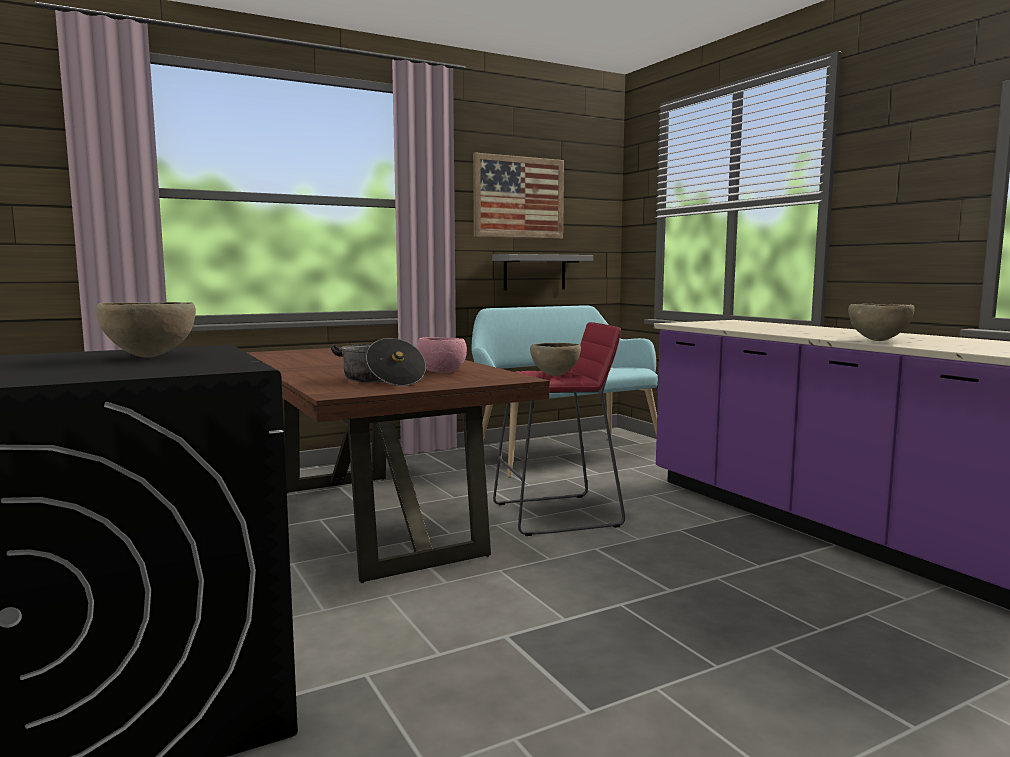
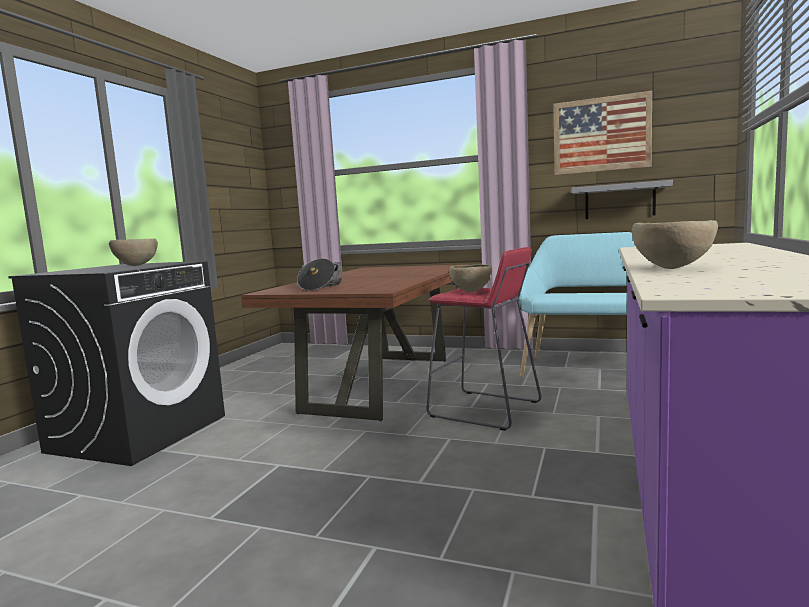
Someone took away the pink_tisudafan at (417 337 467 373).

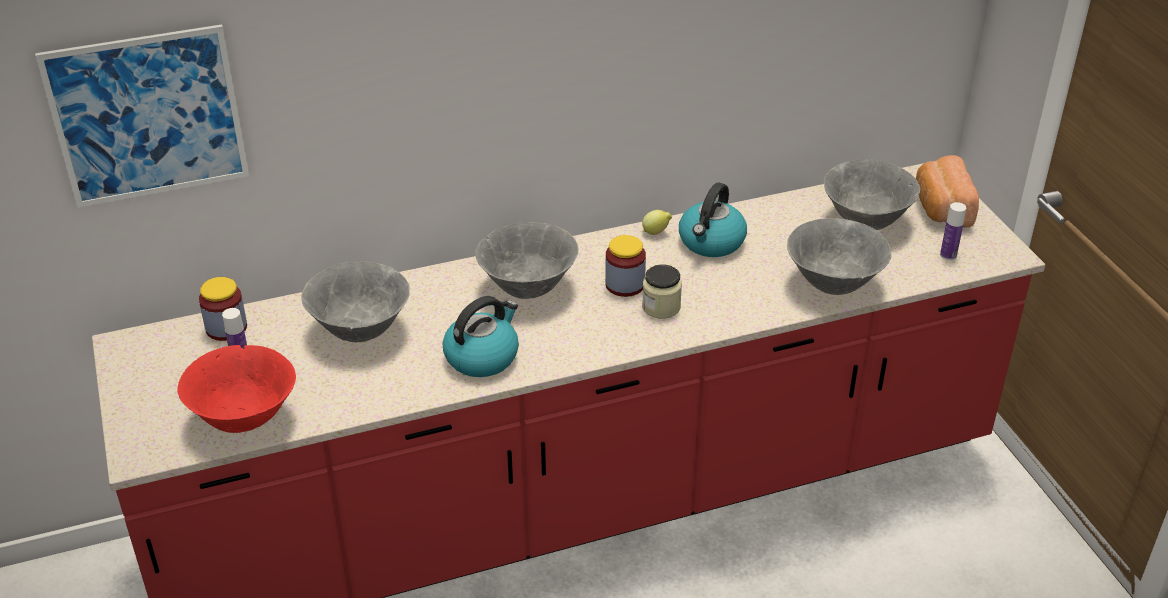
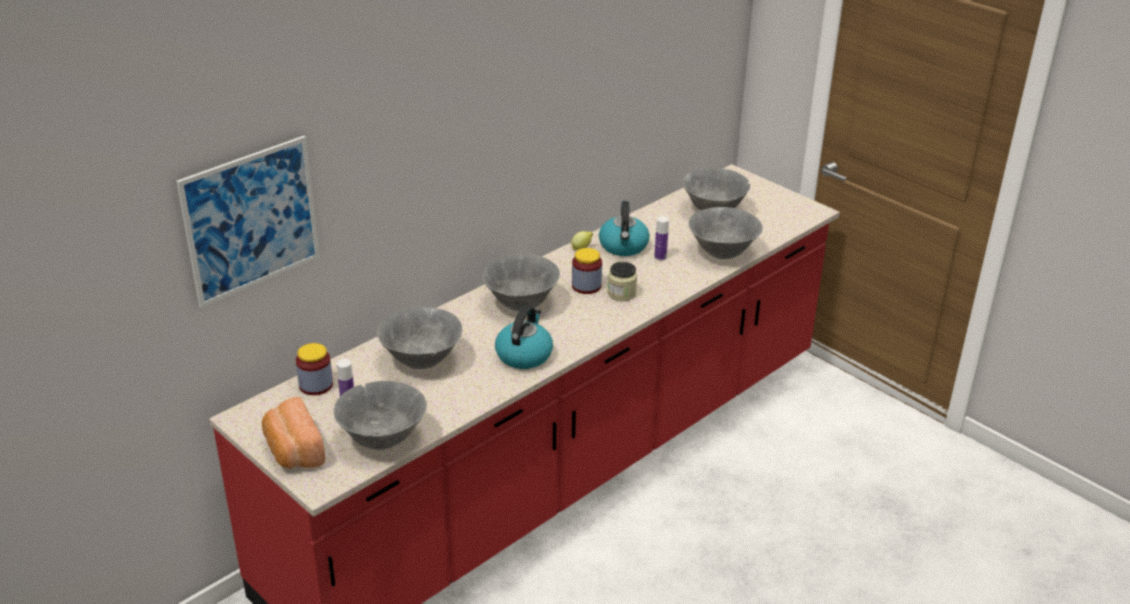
Someone carried the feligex from (916 155 979 228) to (262 397 325 469). Someone repainted the red_tisudafan at (177 345 296 433), which became the grey_tisudafan at (334 381 427 450). Someone carried the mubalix from (940 202 966 260) to (654 217 669 261).

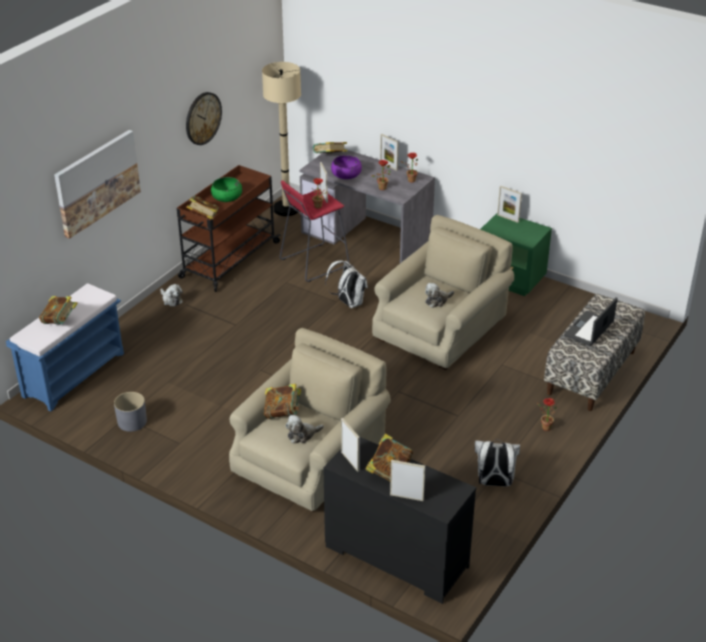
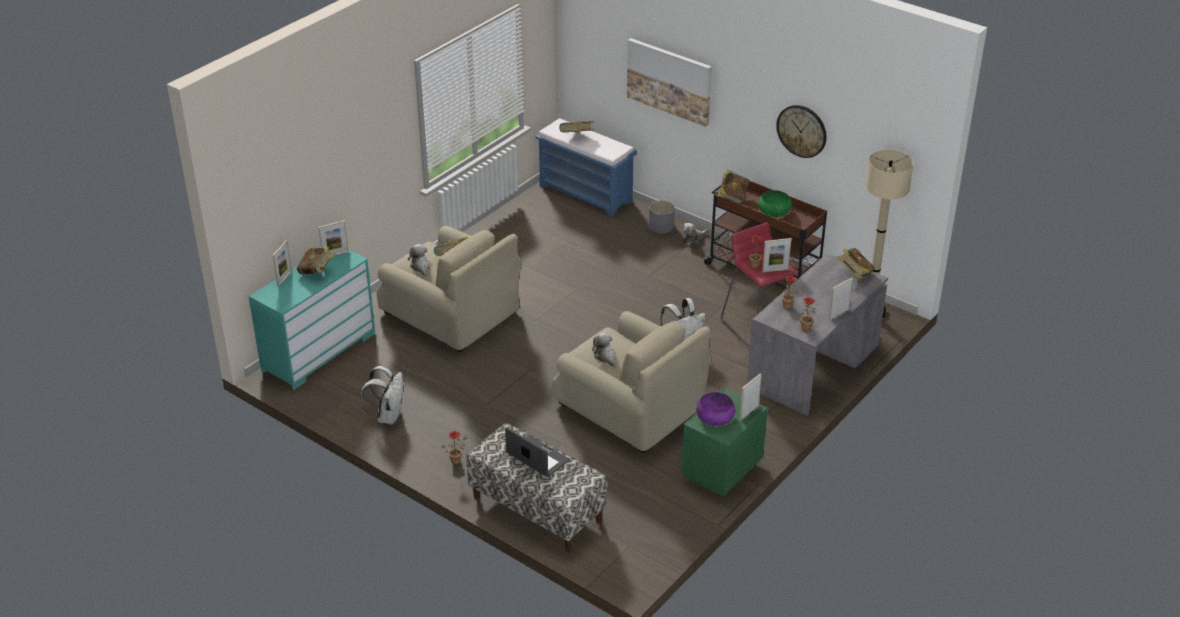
Someone repainted the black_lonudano at (323 437 476 604), which became the turquoise_lonudano at (248 249 375 390). Someone carried the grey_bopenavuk from (114 392 147 432) to (649 200 675 233). Someone carried the purple_tisudafan from (331 155 362 179) to (696 392 735 426).

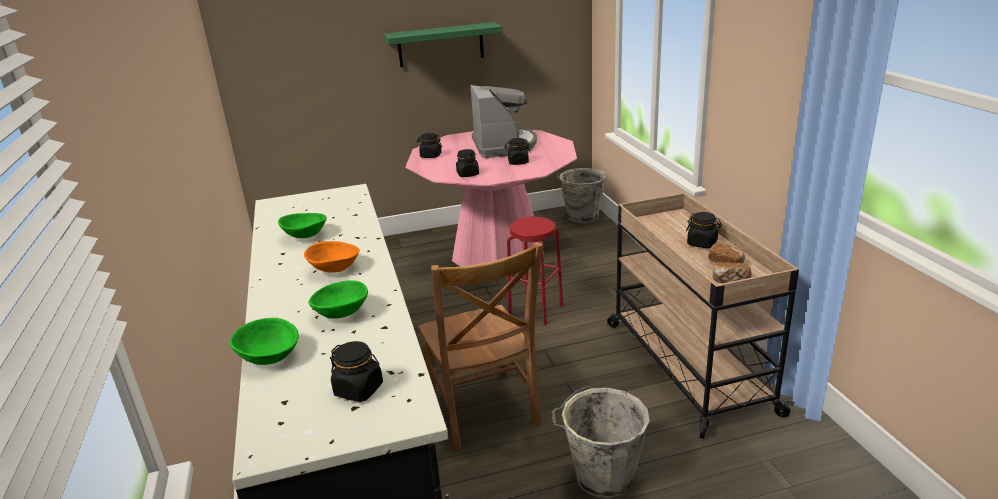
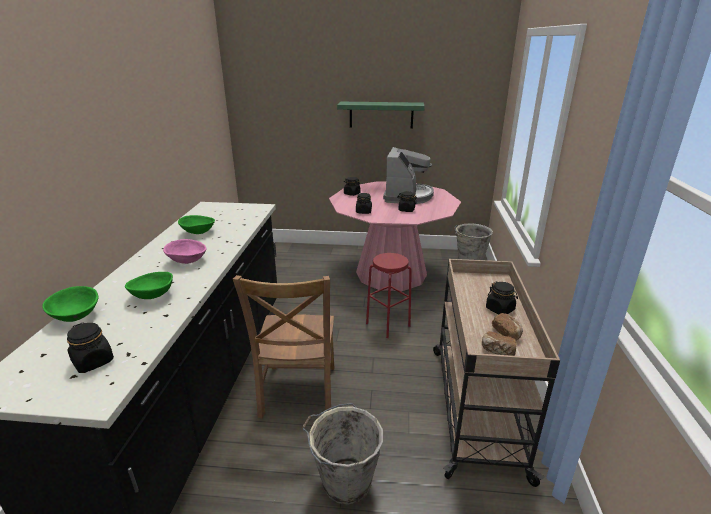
Someone repainted the orange_tisudafan at (304 241 359 273), which became the pink_tisudafan at (163 239 206 264).

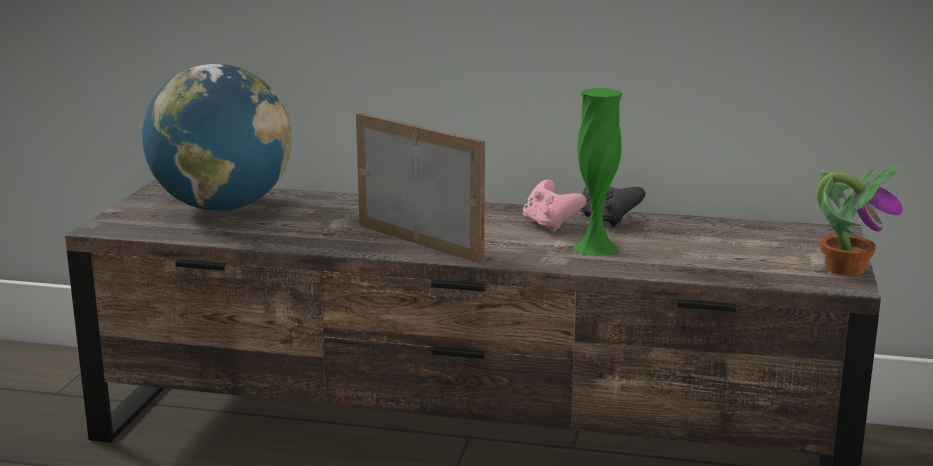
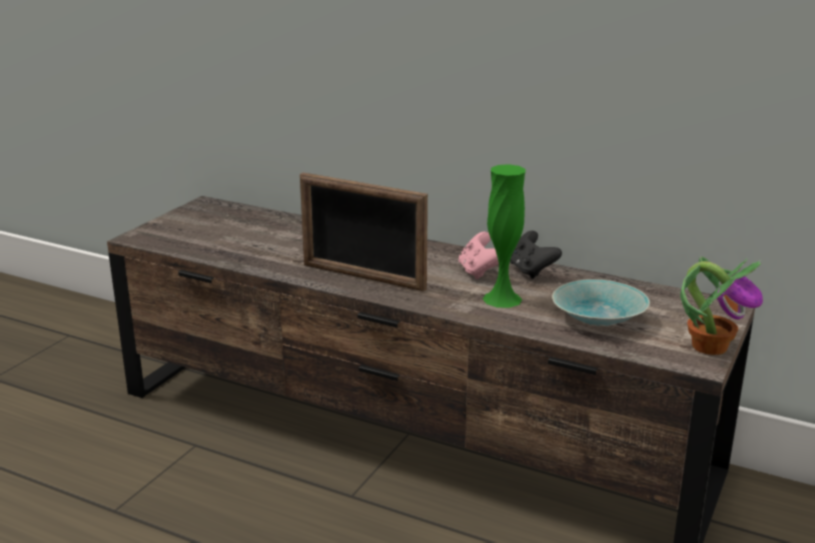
Someone rotated the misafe at (356 113 485 264) by 150 degrees clockwise. Someone put down the turquoise_tisudafan at (552 279 650 326). Someone took away the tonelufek at (142 64 292 211).

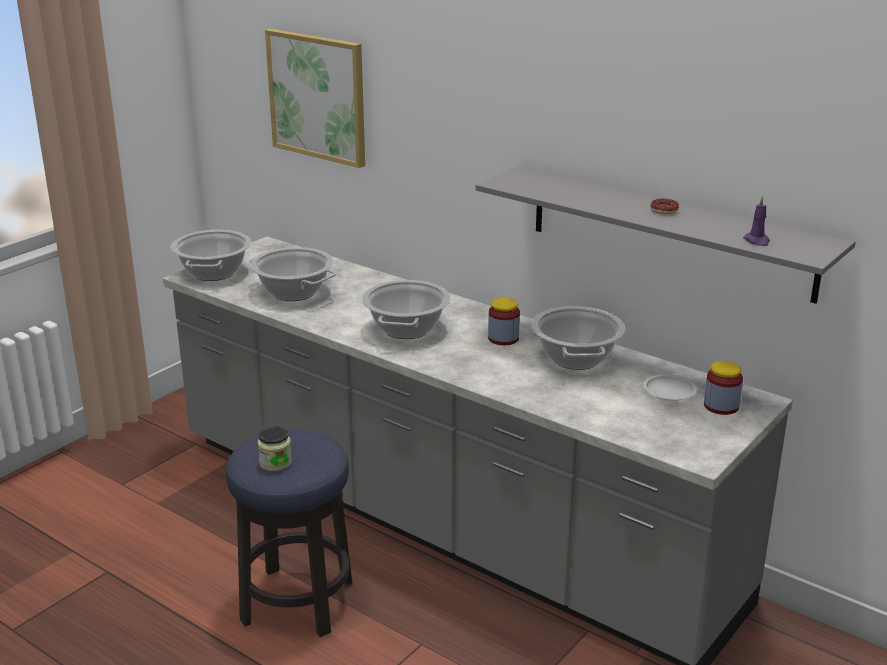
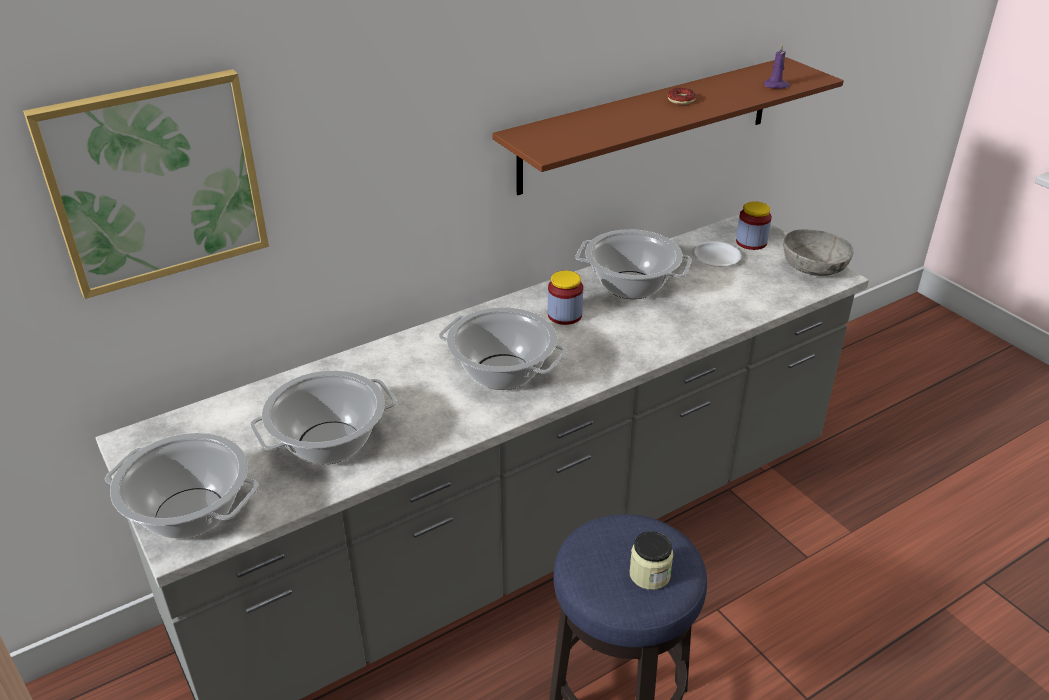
Someone repainted the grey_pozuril at (475 166 856 304), which became the brown_pozuril at (492 57 844 195). Someone put down the grey_tisudafan at (783 229 854 276).

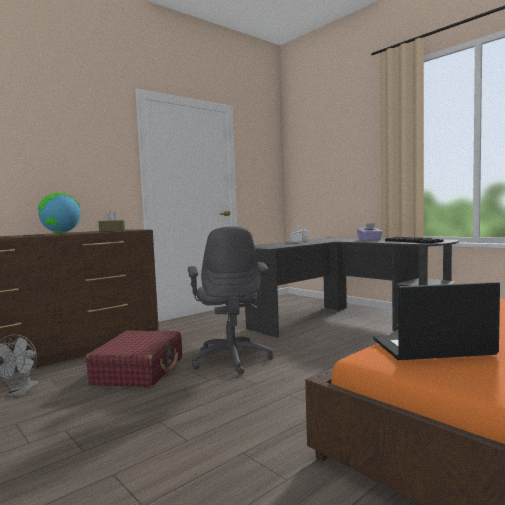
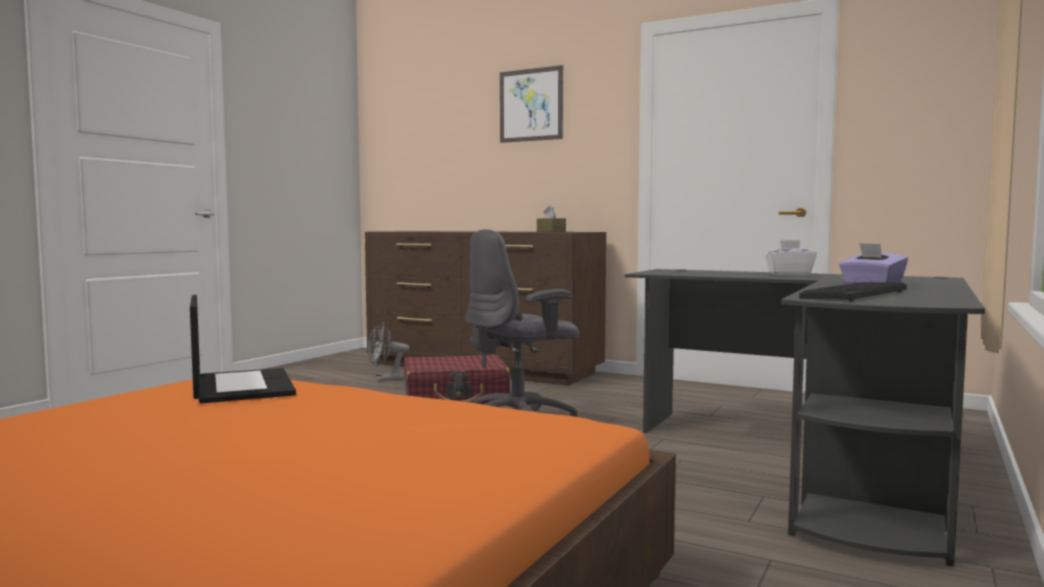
Someone put up the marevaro at (500 65 563 143). Someone took away the tonelufek at (38 193 81 234).

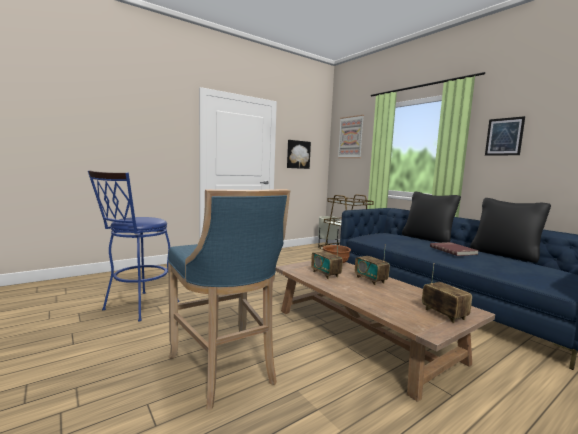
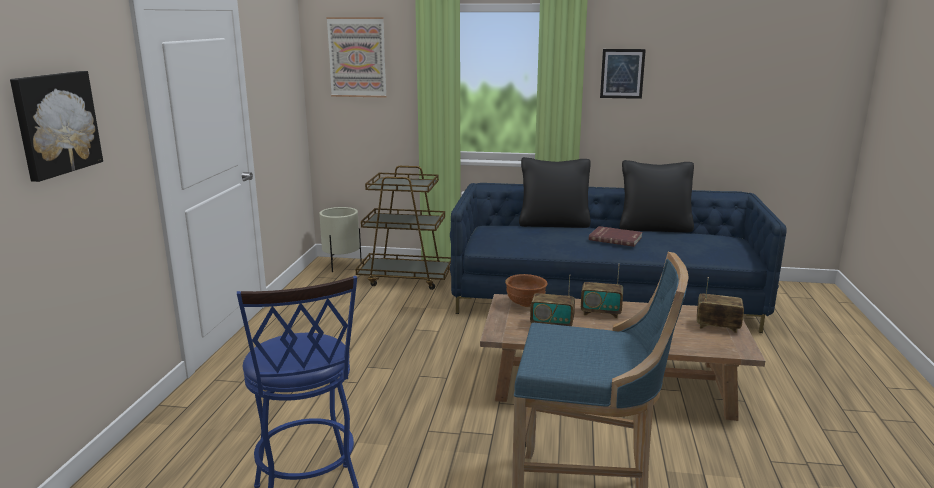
Someone carried the marevaro from (287 140 311 169) to (10 71 103 182).

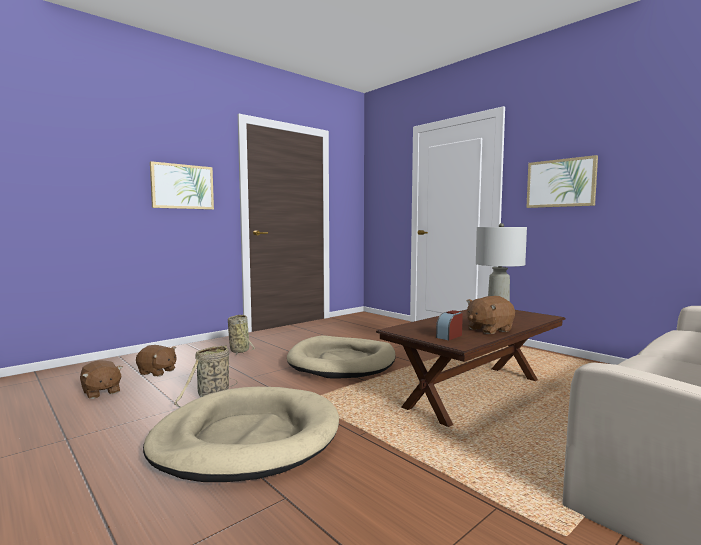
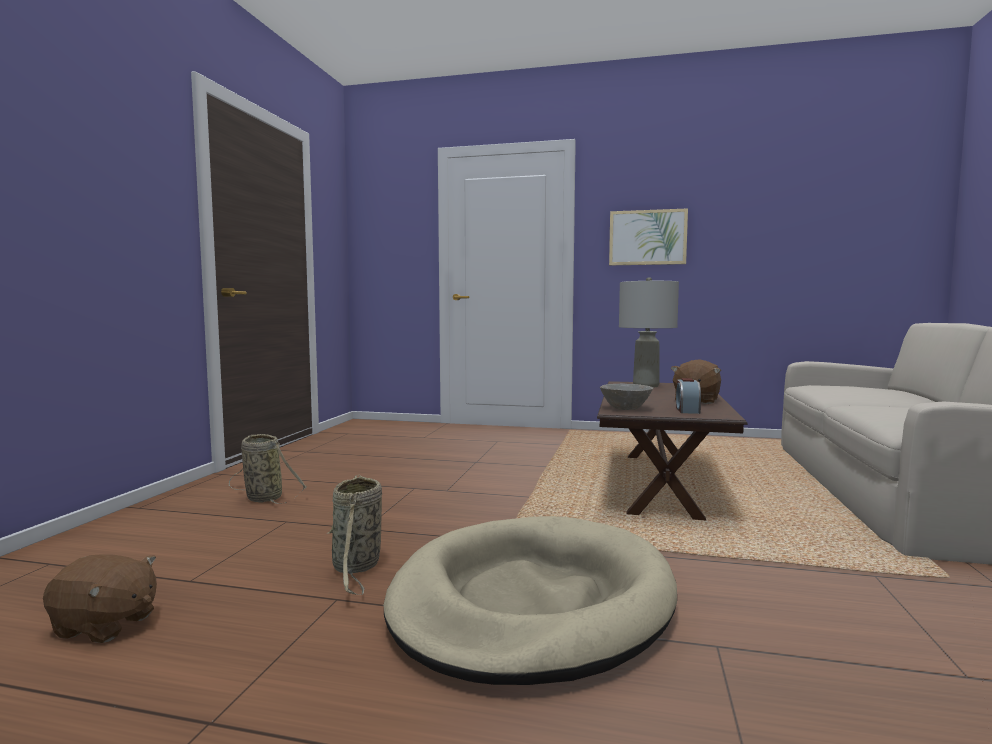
Someone put down the grey_tisudafan at (600 384 653 410). Someone took away the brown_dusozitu at (136 345 176 376). Someone took away the marevaro at (150 161 214 210). Someone took away the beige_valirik at (287 336 396 379).

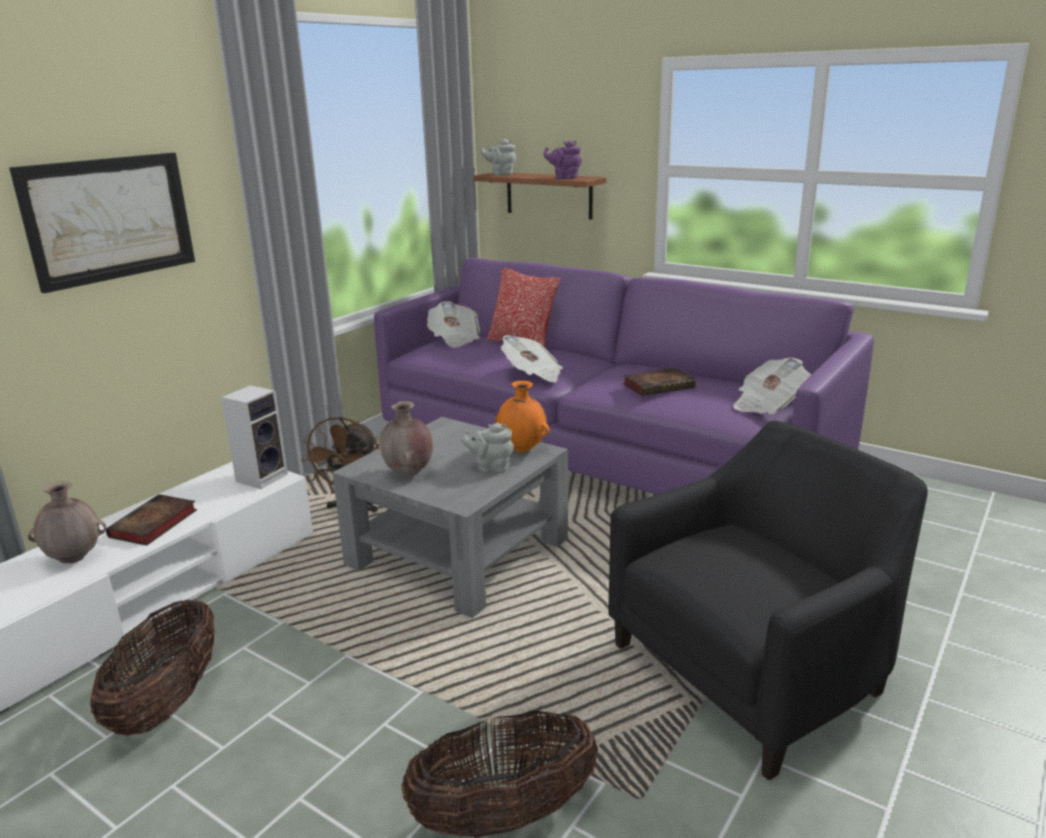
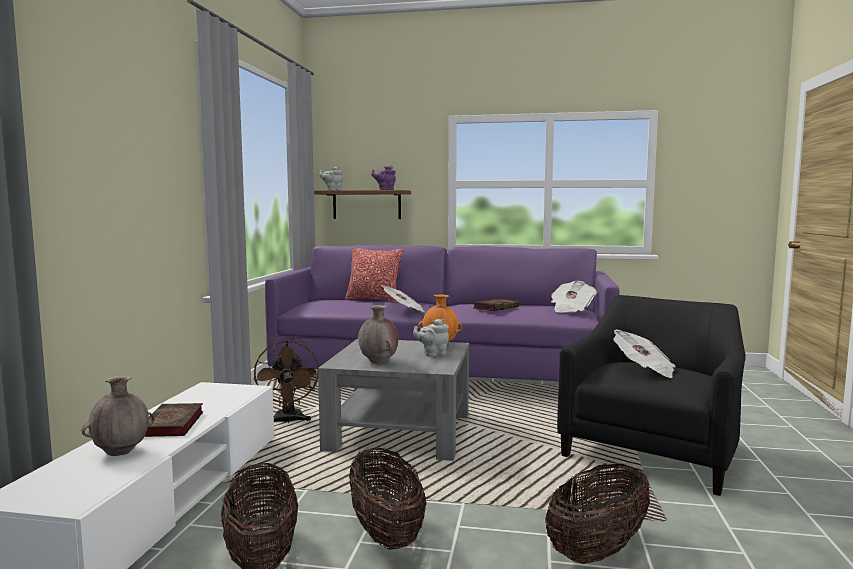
Someone put down the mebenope at (349 448 427 550). Someone carried the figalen from (427 301 480 348) to (613 330 676 378). Someone took away the marevaro at (9 153 195 293). Someone took away the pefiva at (221 385 288 489).

